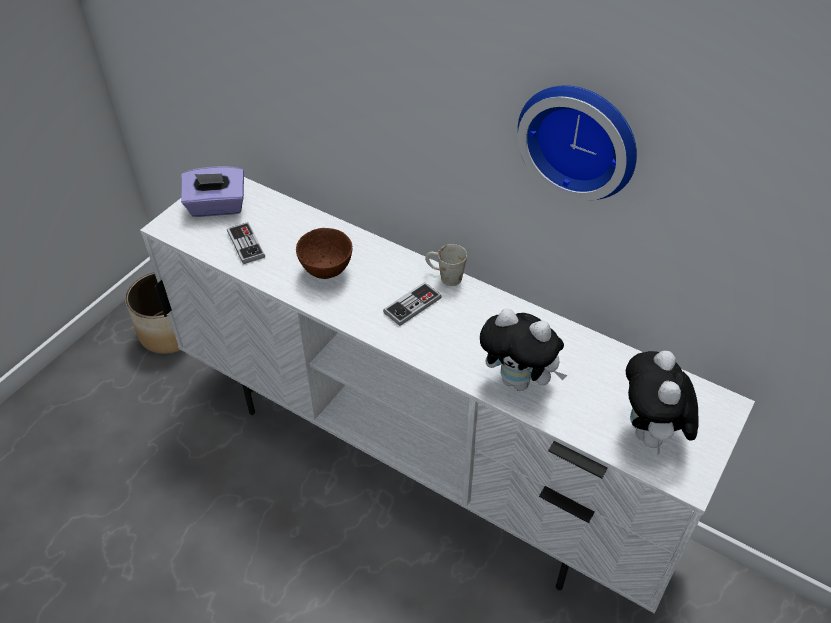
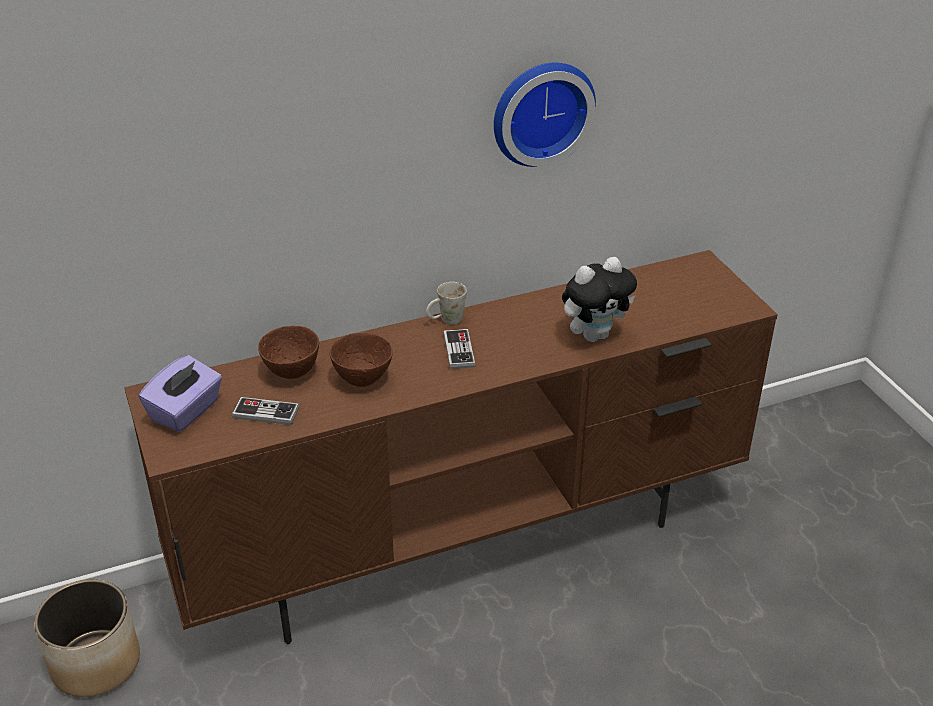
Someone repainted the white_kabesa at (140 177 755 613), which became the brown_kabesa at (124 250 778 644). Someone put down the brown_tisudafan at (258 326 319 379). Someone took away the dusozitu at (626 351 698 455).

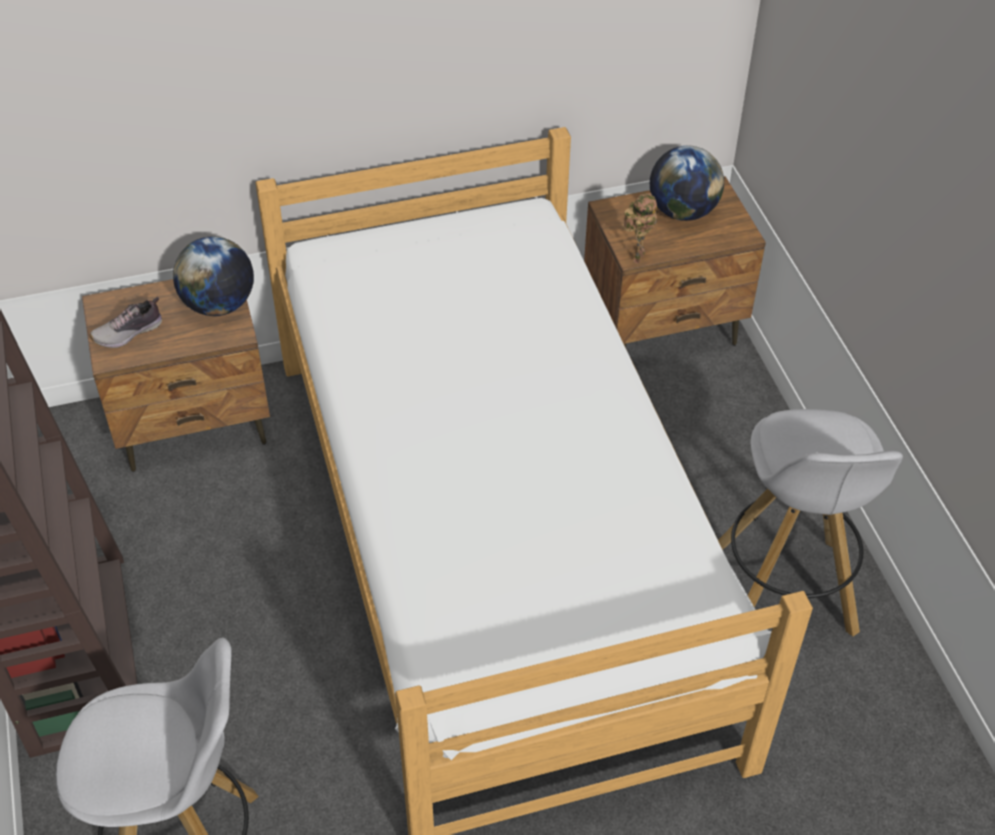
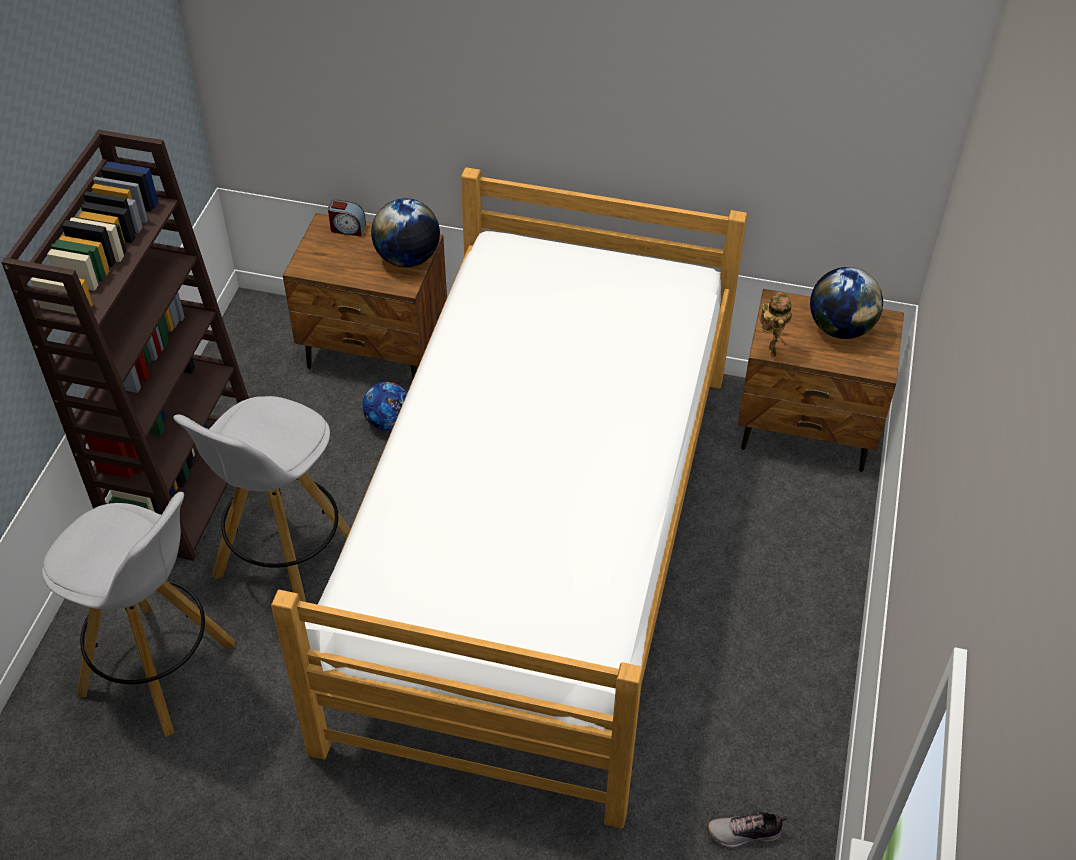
Someone carried the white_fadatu from (718 409 903 636) to (173 396 350 602). Someone put down the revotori at (328 200 366 237). Someone put down the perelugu at (362 382 407 430). Someone carried the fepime from (90 297 162 348) to (707 812 787 848). Someone rotated the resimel at (623 193 657 264) by 60 degrees counterclockwise.

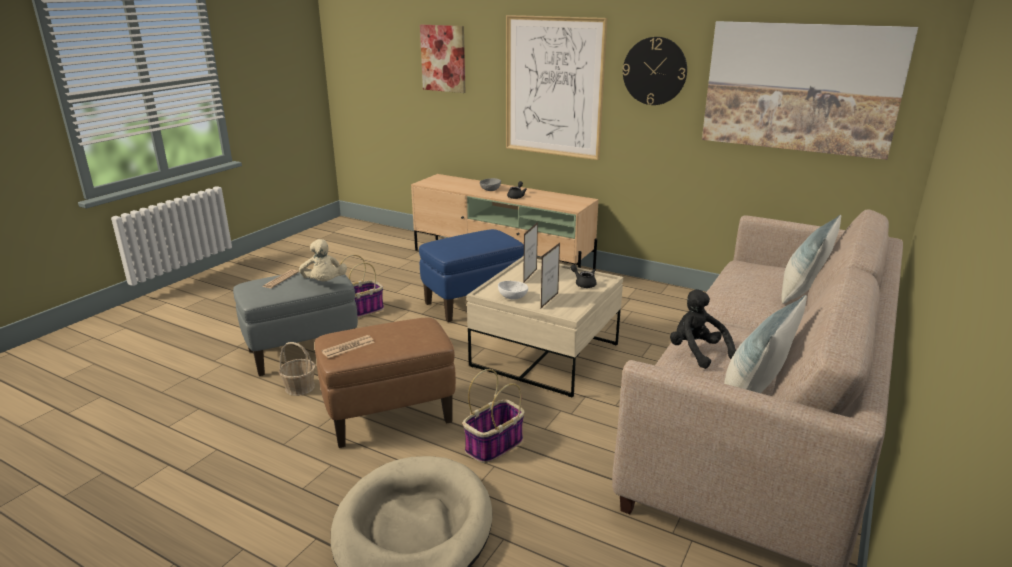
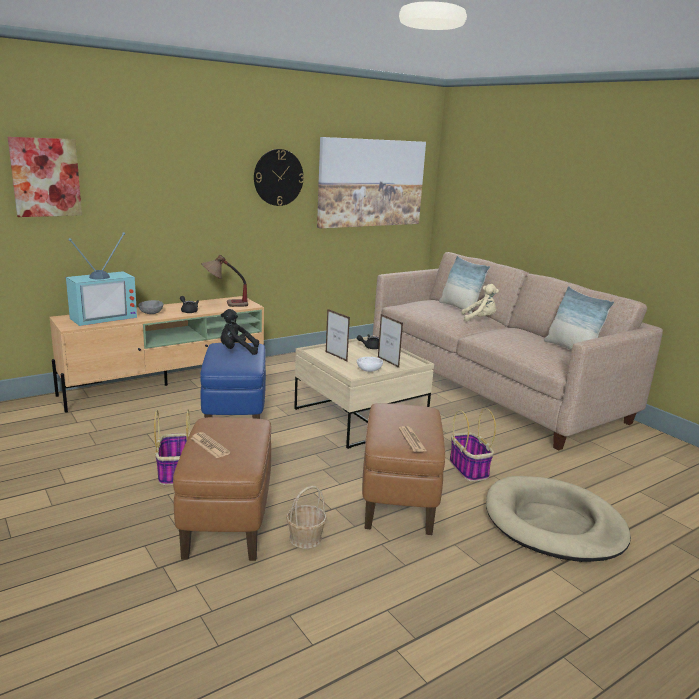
Someone put down the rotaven at (66 232 137 326). Someone repainted the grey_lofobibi at (233 272 358 376), which became the brown_lofobibi at (173 417 271 561). Someone put down the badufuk at (201 255 248 307). Someone carried the black_dusozitu from (670 289 736 369) to (220 309 259 355). Someone carried the beige_dusozitu from (299 239 347 281) to (462 284 499 322). Someone took away the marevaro at (506 15 607 160).

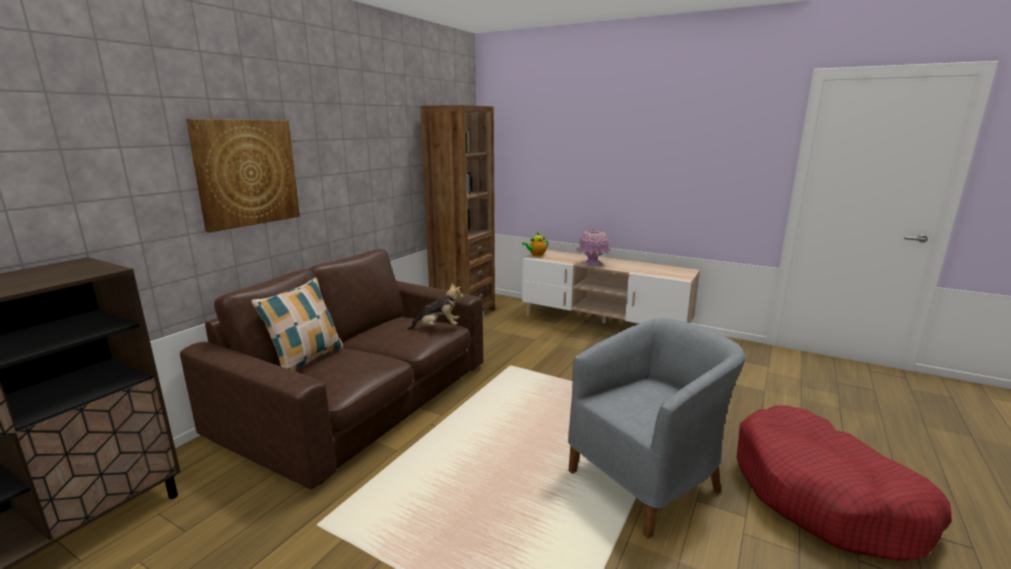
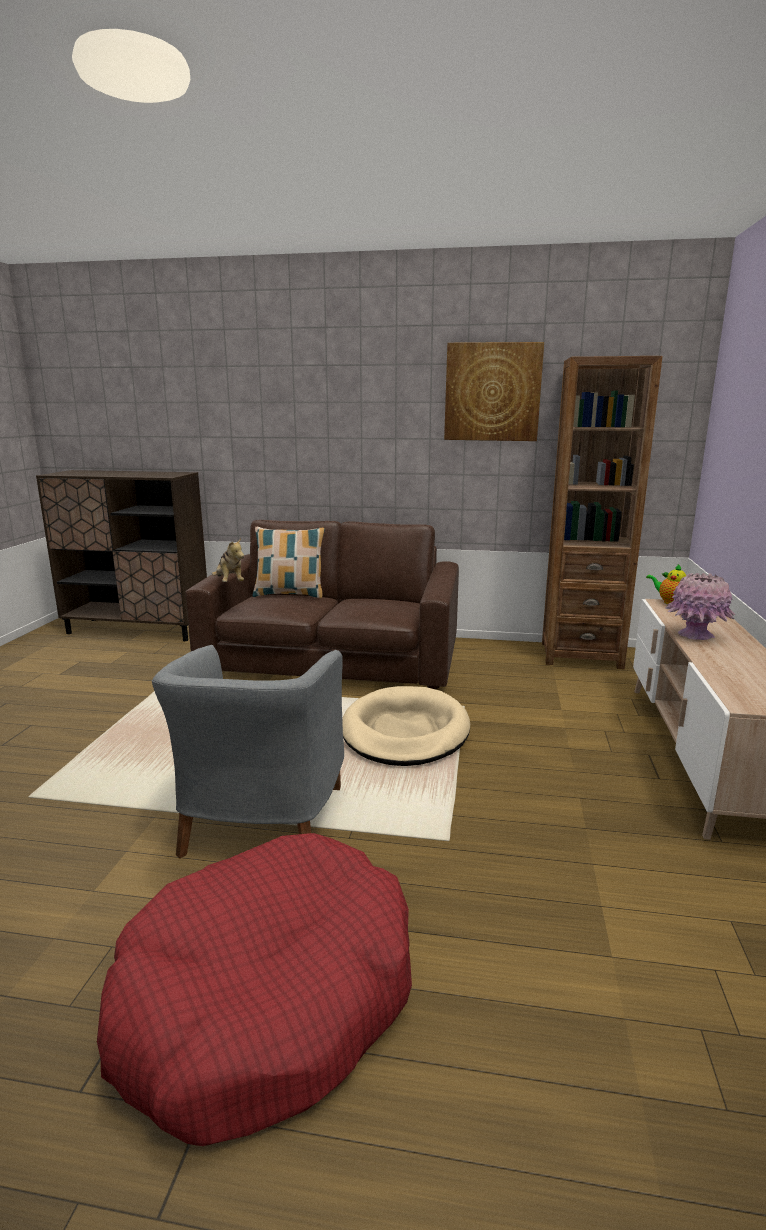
Someone rotated the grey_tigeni at (568 318 746 539) by 60 degrees clockwise. Someone carried the dusozitu from (407 283 464 330) to (212 538 244 582). Someone put down the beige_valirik at (342 686 470 766). Someone carried the marevaro from (186 119 300 233) to (444 342 544 441).

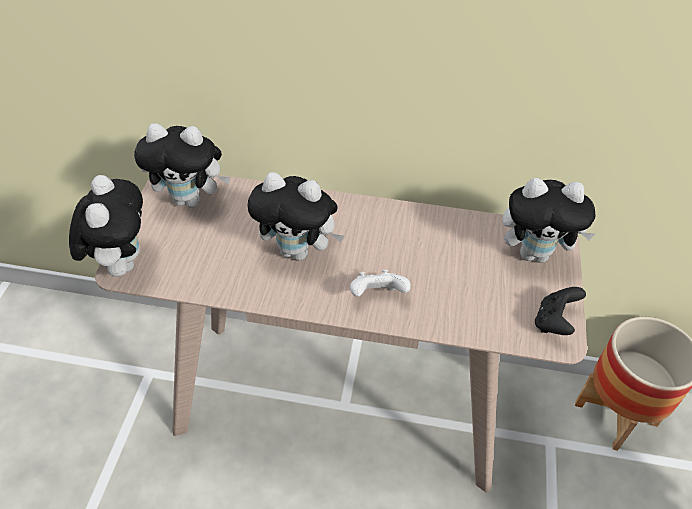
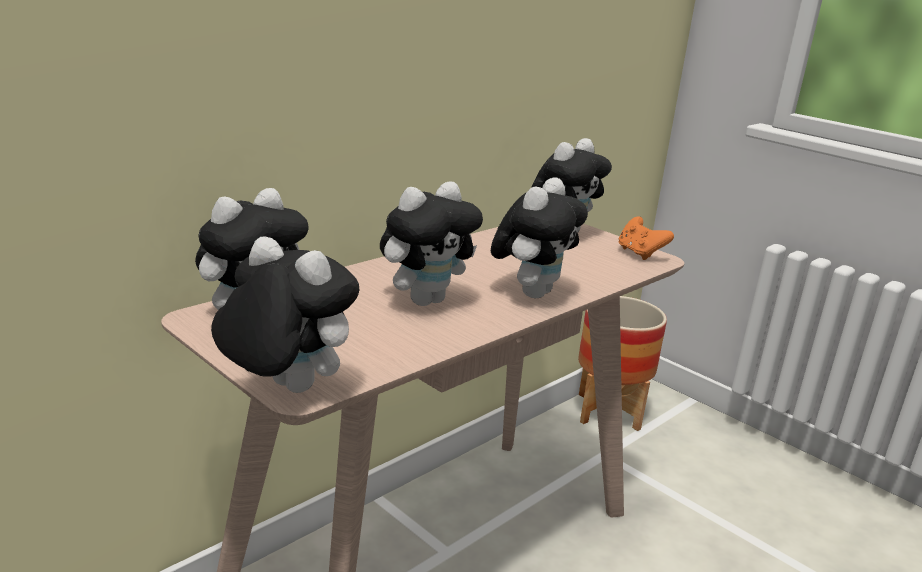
Someone swapped the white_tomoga at (350 270 411 297) for the dusozitu at (491 178 588 298). Someone repainted the black_tomoga at (535 287 586 335), which became the orange_tomoga at (618 217 674 260).

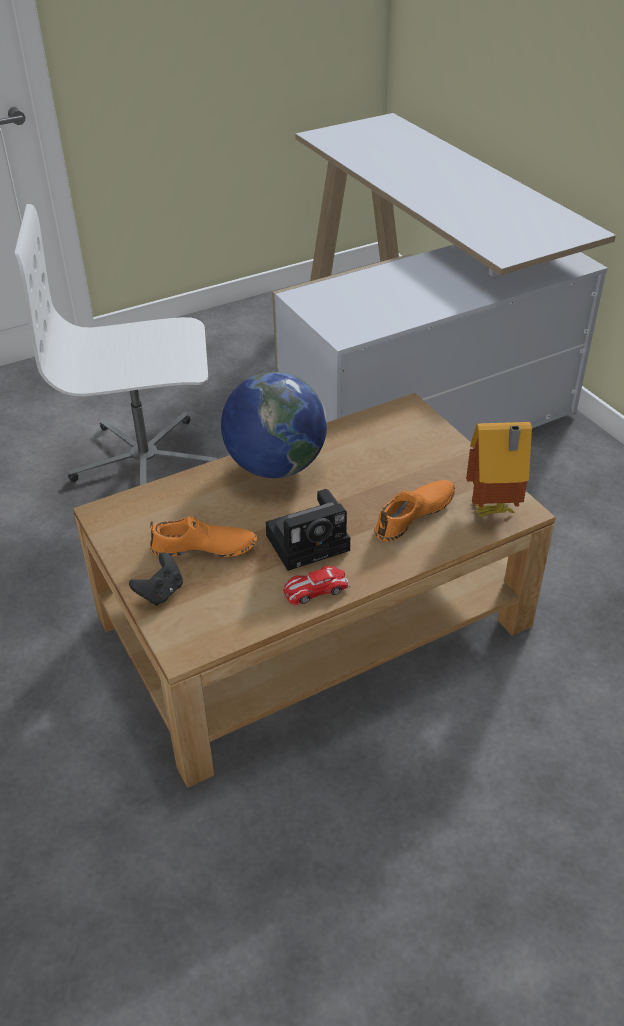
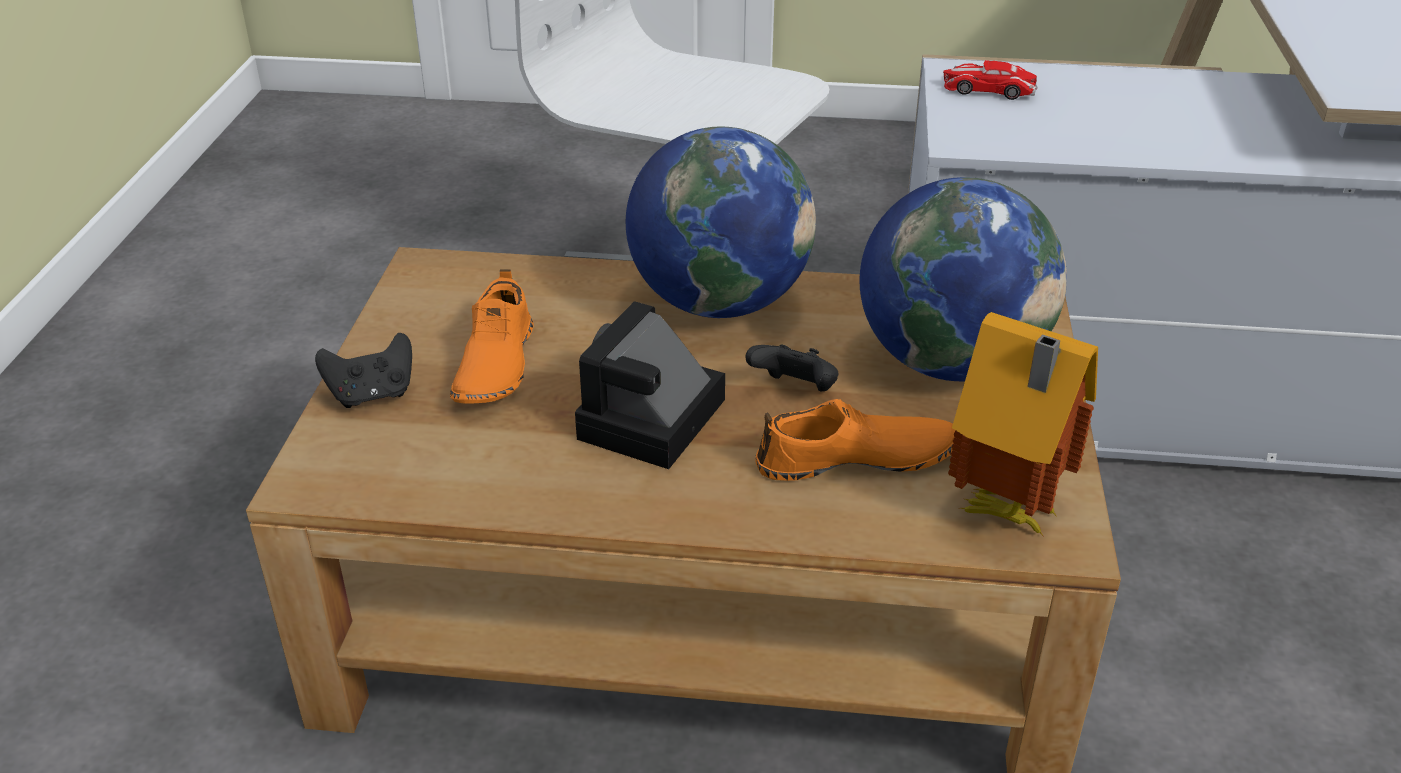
Someone rotated the orange_fepime at (150 517 257 557) by 60 degrees clockwise. Someone rotated the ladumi at (266 489 350 571) by 105 degrees clockwise. Someone put down the black_tomoga at (745 345 838 391). Someone put down the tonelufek at (860 177 1067 381). Someone carried the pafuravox from (283 566 350 605) to (943 60 1038 100).

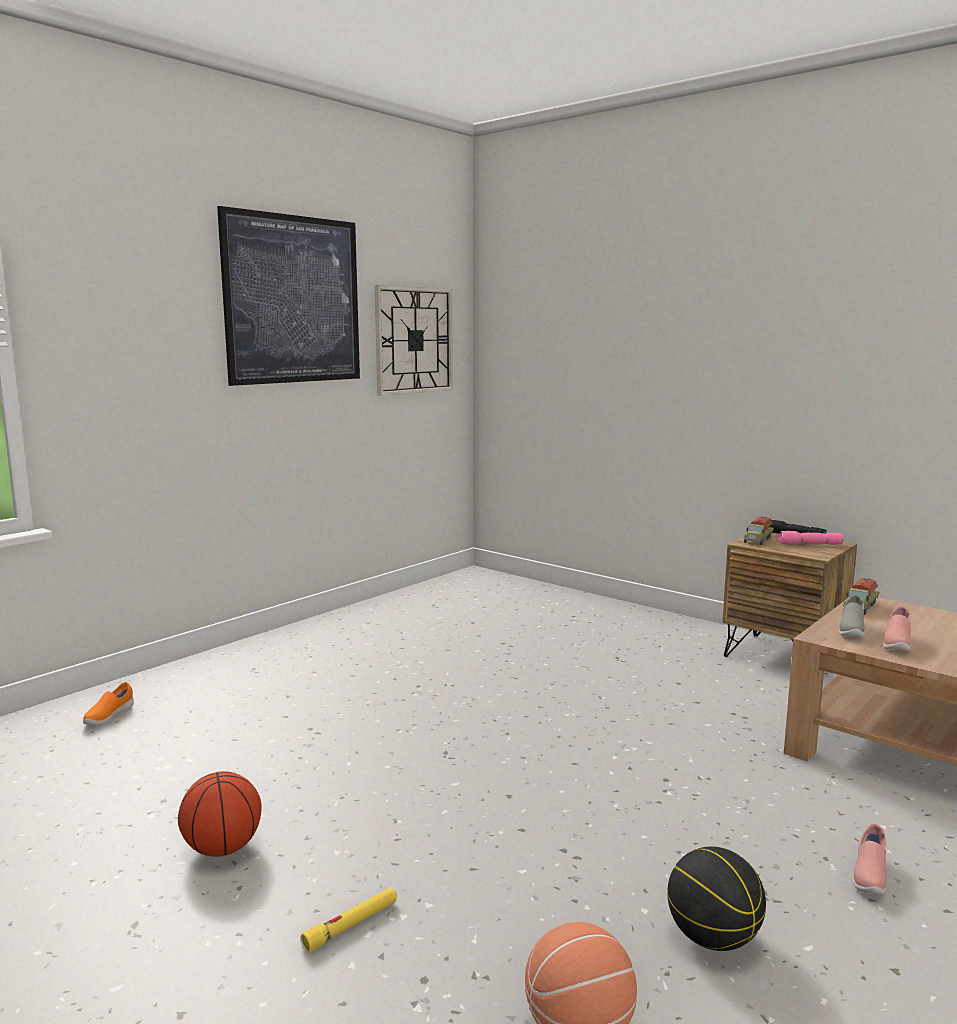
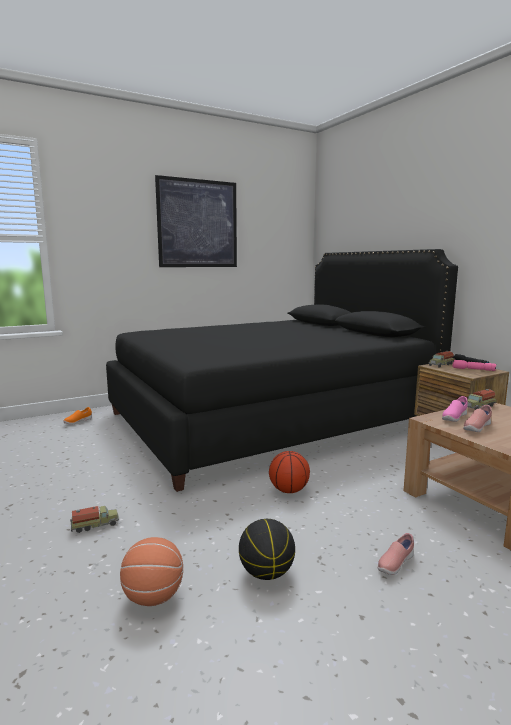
Someone swapped the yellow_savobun at (301 888 397 953) for the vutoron at (70 506 119 533). Someone put down the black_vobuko at (106 249 458 492). Someone carried the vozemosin from (178 771 262 857) to (269 451 310 493). Someone repainted the grey_fepime at (839 595 865 637), which became the pink_fepime at (442 396 468 422). Someone took away the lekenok at (375 285 453 396).

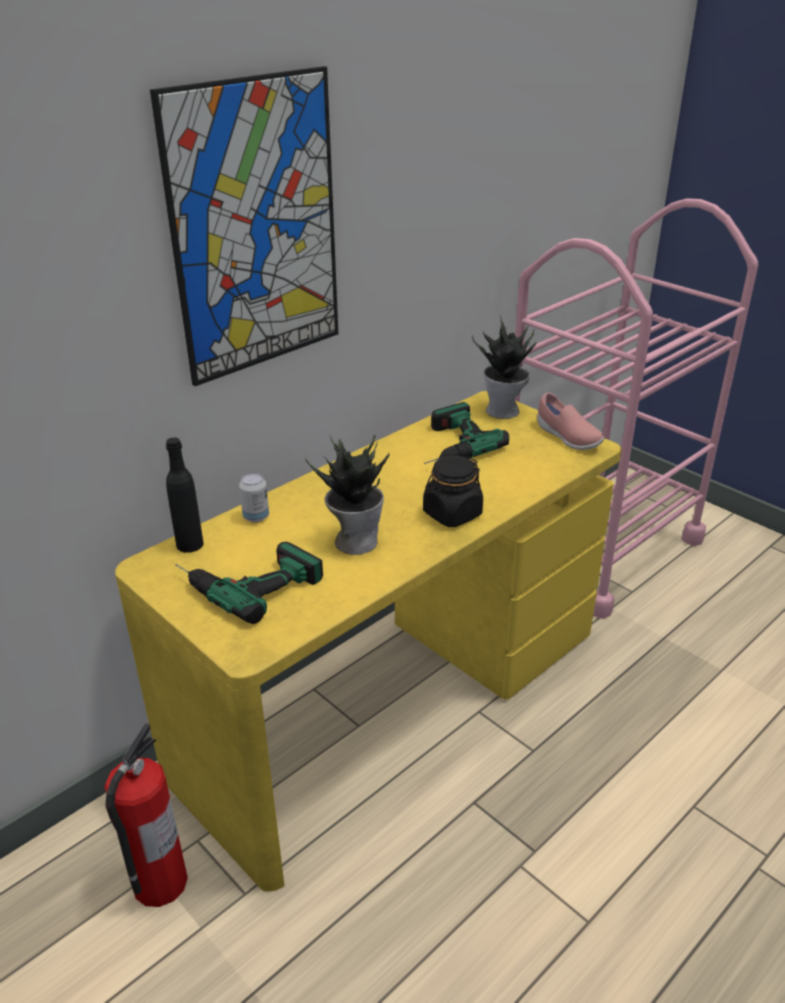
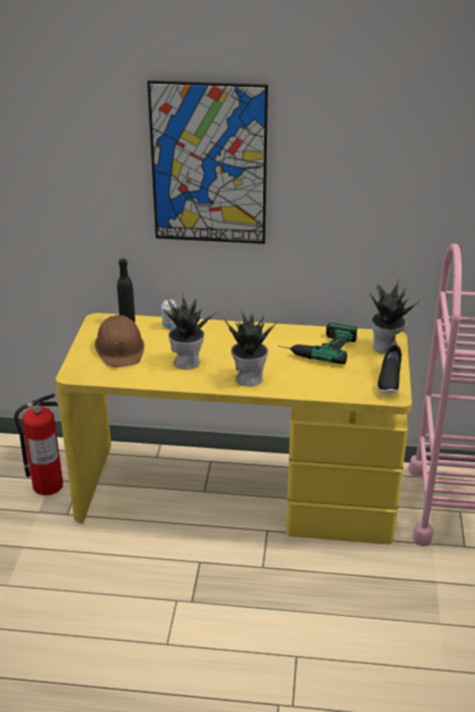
Someone swapped the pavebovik at (175 542 323 624) for the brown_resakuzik at (95 315 144 367). Someone swapped the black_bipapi at (423 456 483 527) for the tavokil at (224 308 277 387). Someone repainted the pink_fepime at (537 392 604 450), which became the black_fepime at (377 345 402 394).

